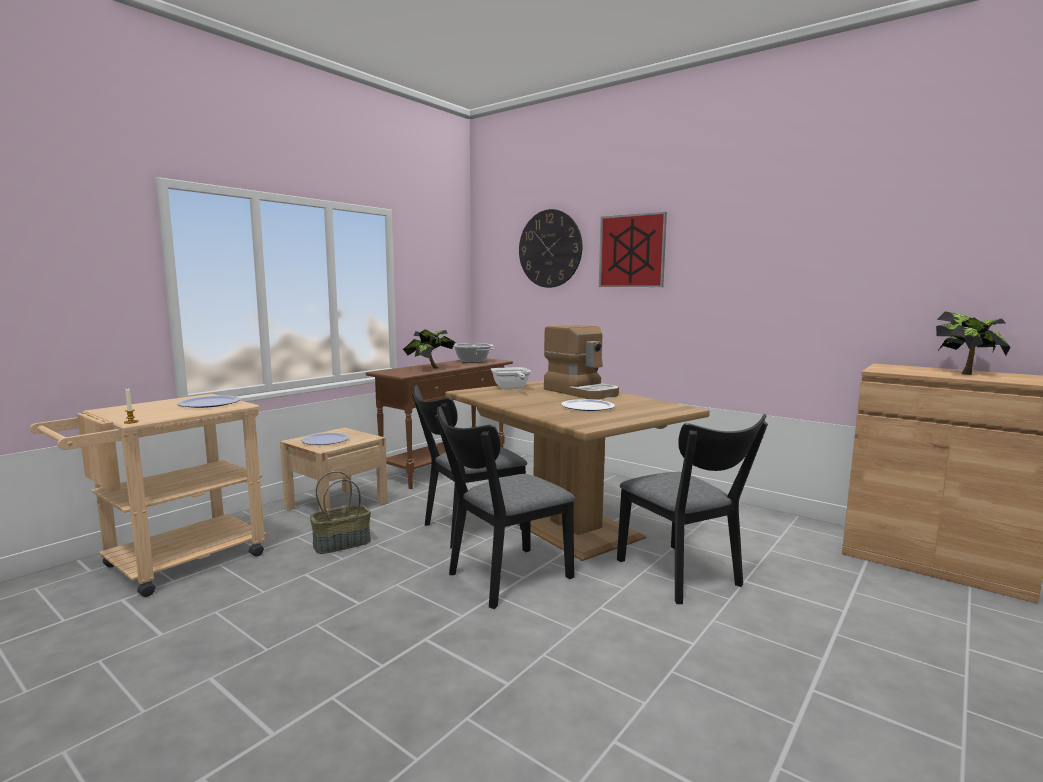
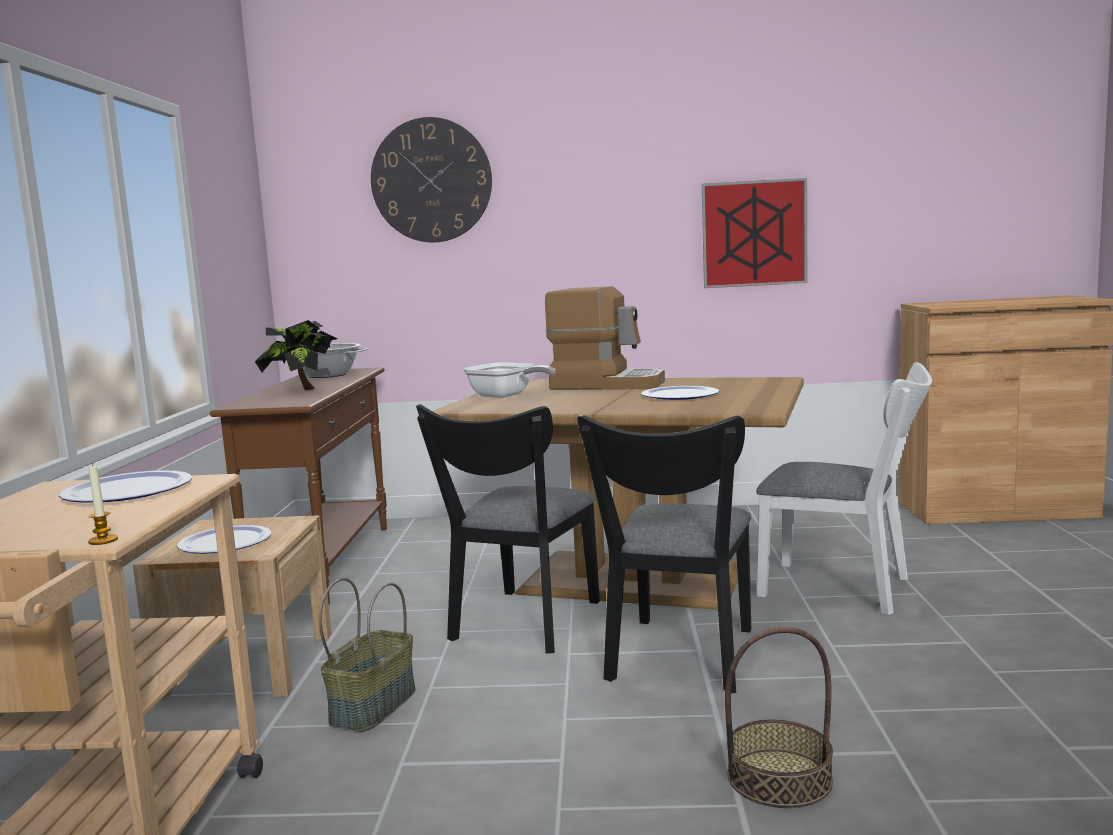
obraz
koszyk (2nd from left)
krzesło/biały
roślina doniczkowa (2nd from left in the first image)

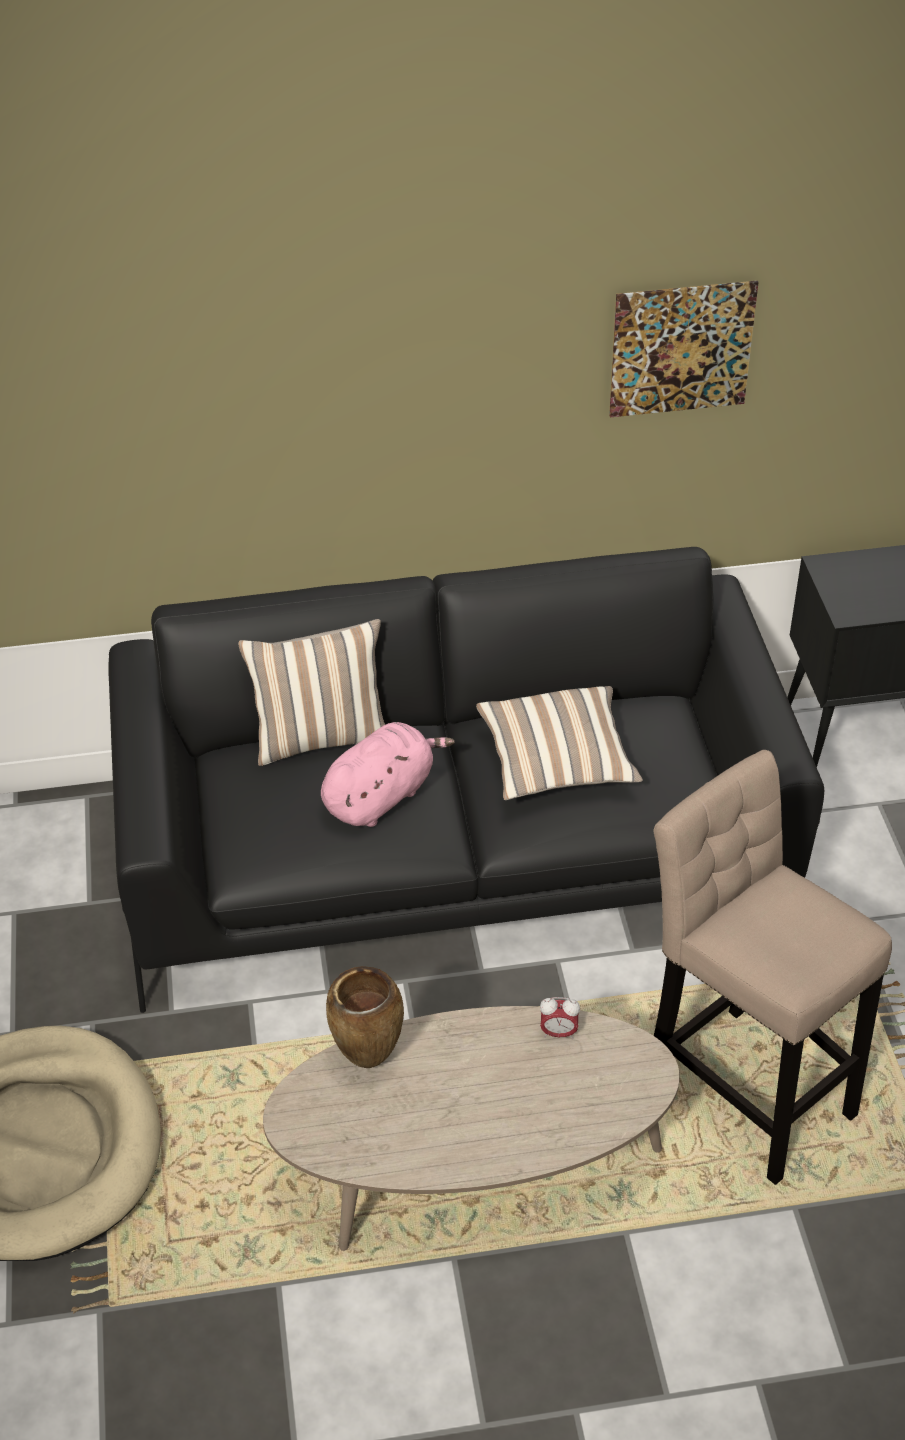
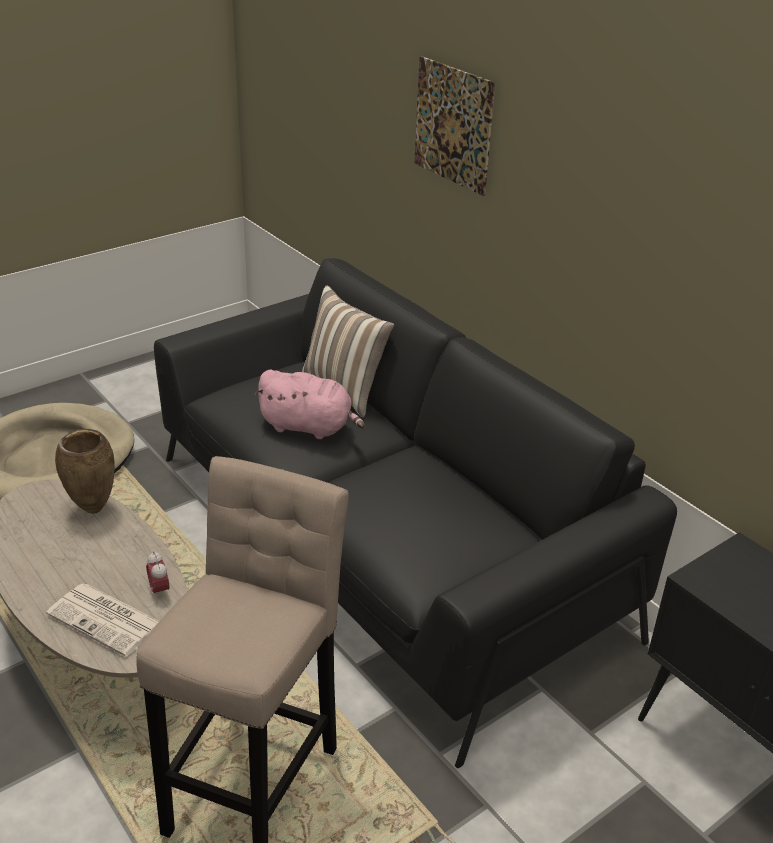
gazeta
obraz
poduszka (2nd from left in the first image)

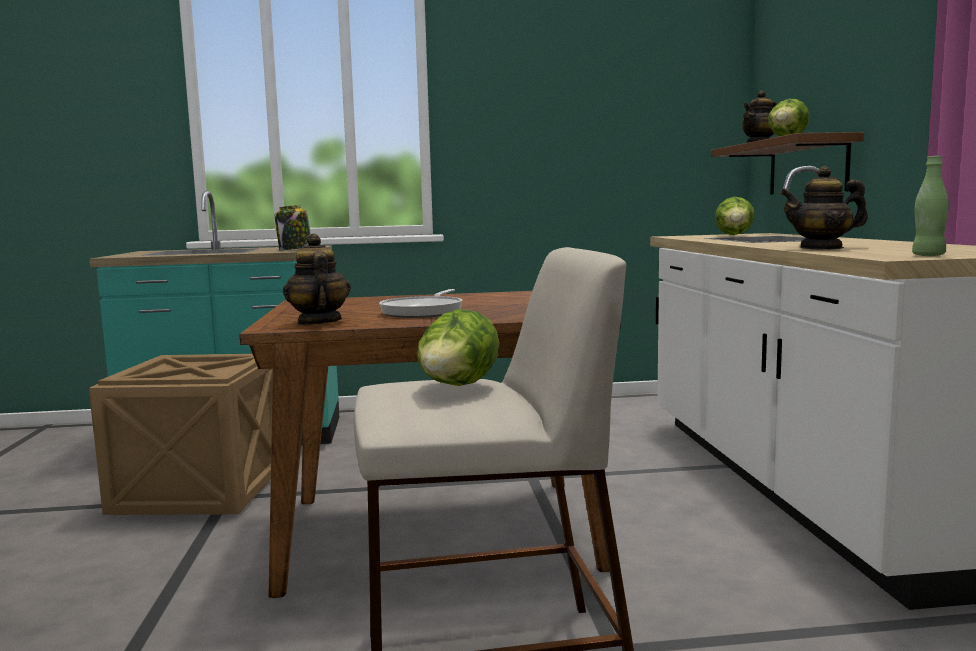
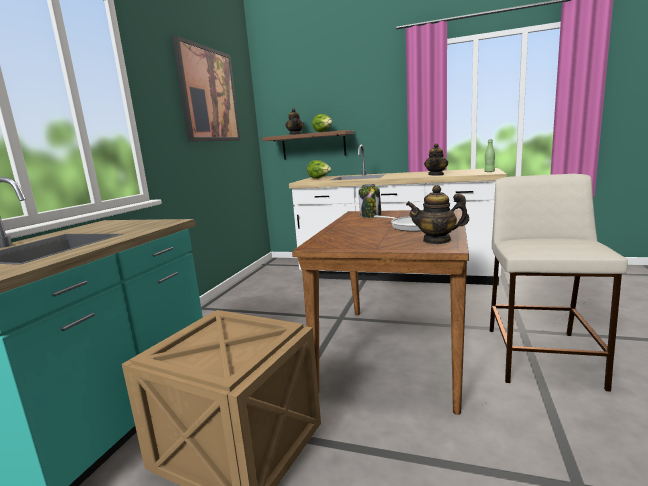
obraz
słoik
sałata (1st from left in the first image)

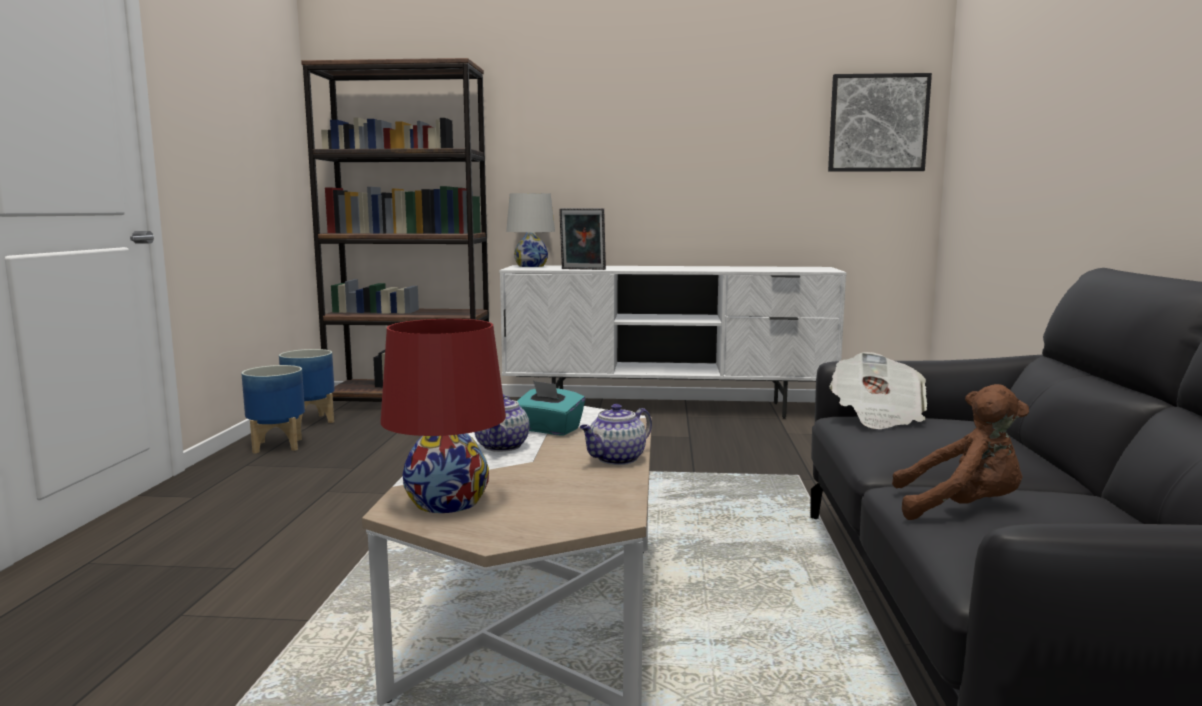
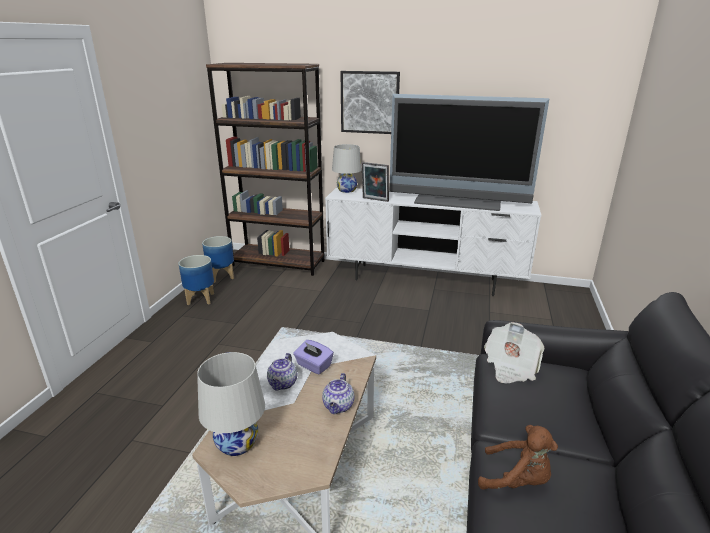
lampa stołowa/biały (1st from left)
pudełko chusteczek/fioletowy
imbryk (2nd from left)
obraz
telewizor

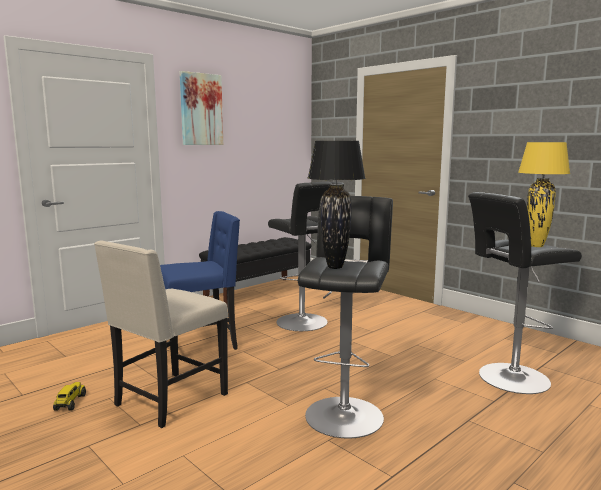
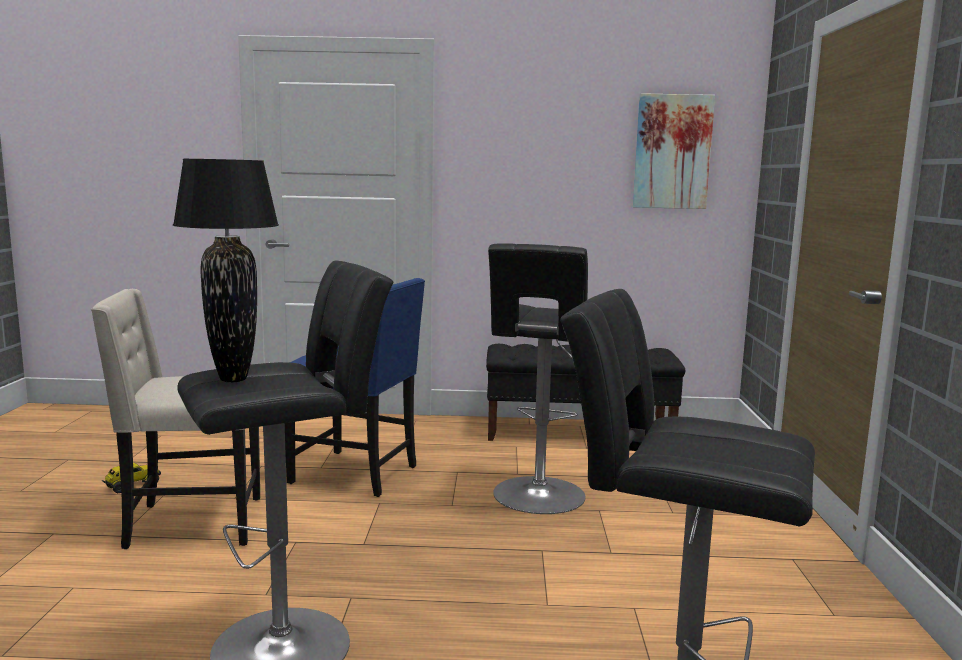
obraz
lampa stołowa/żółty

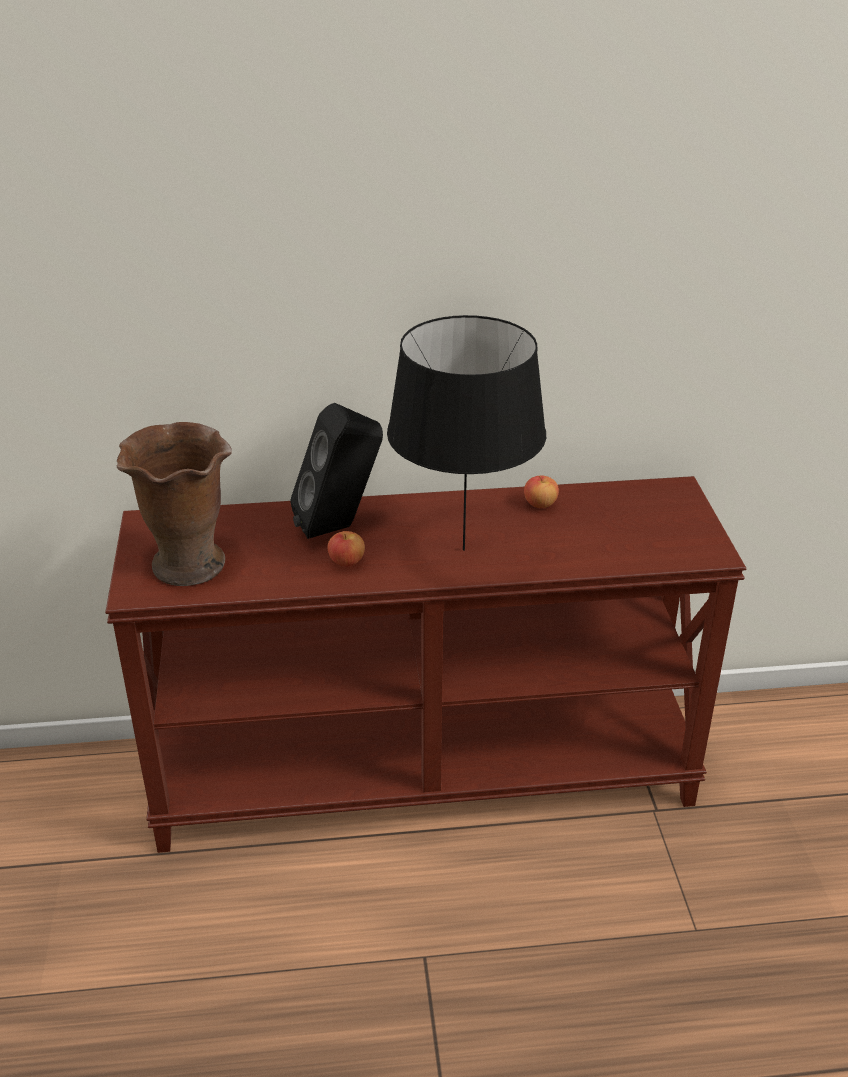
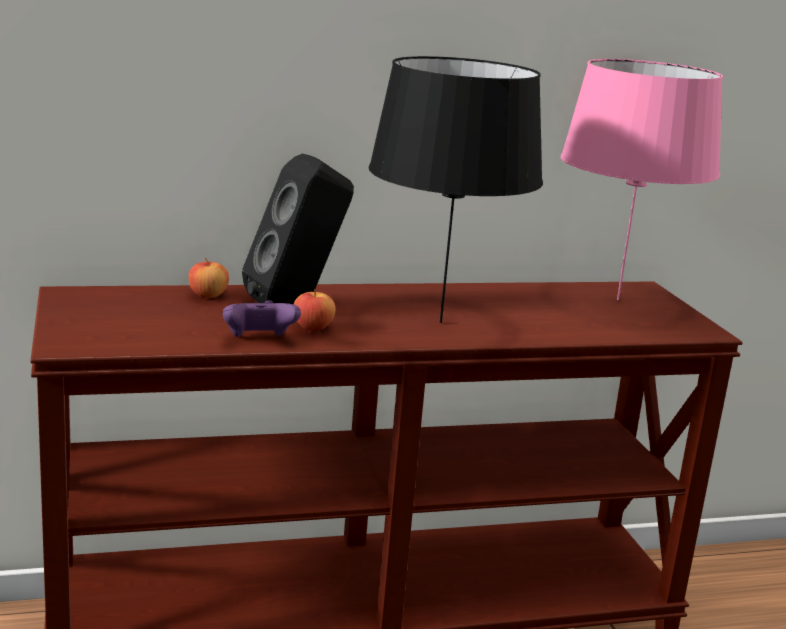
jabłko (1st from left)
pad do gier/fioletowy
lampa stołowa/różowy
wazon/brązowy

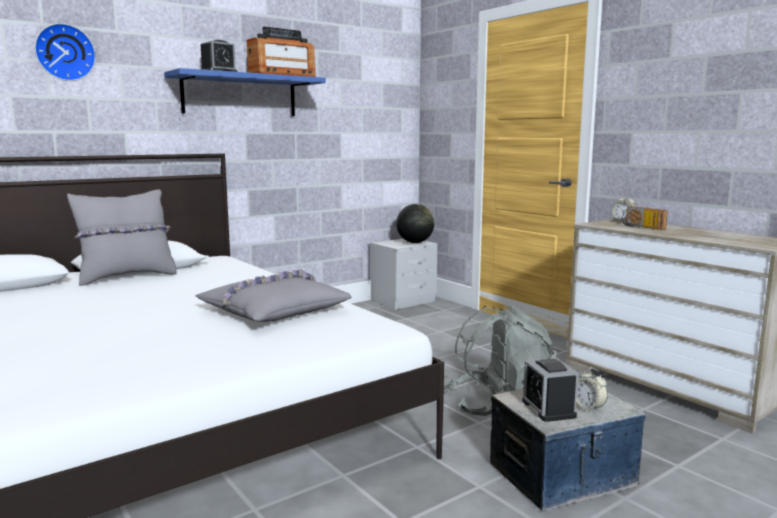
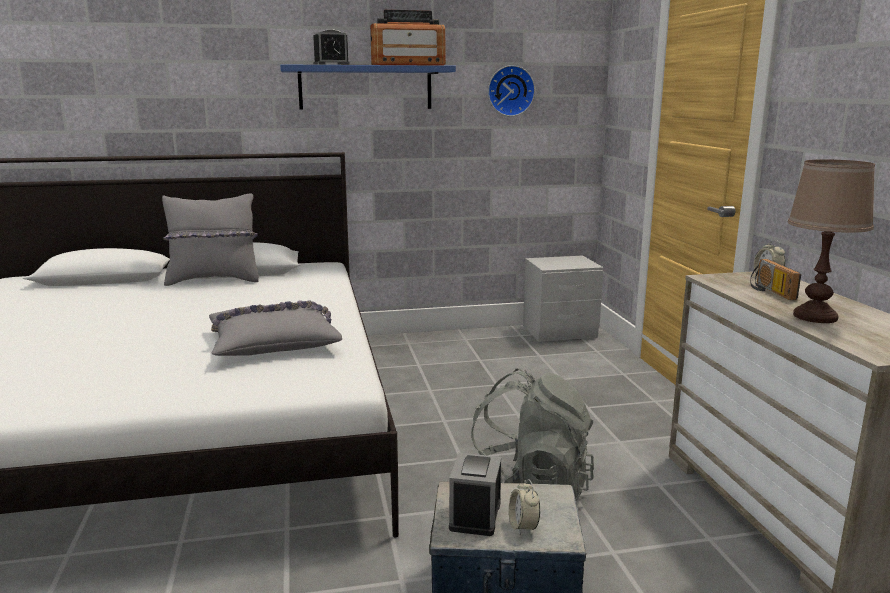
zegar ścienny
lampa stołowa/brązowy
globus

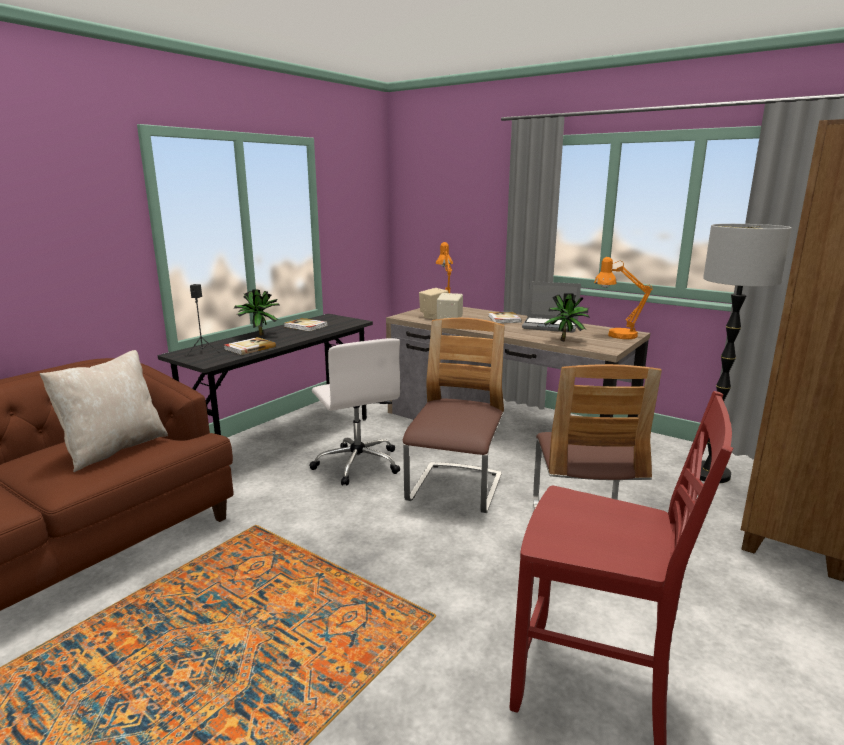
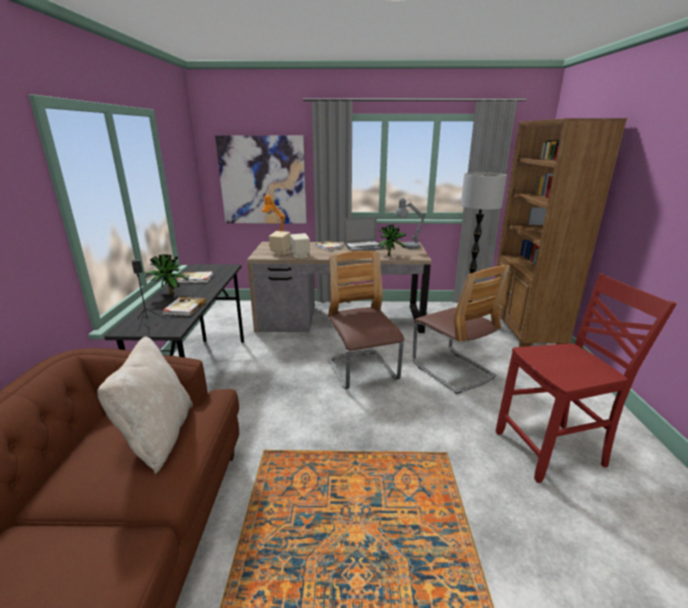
obraz
lampa stołowa/szary
krzesło biurowe/biały

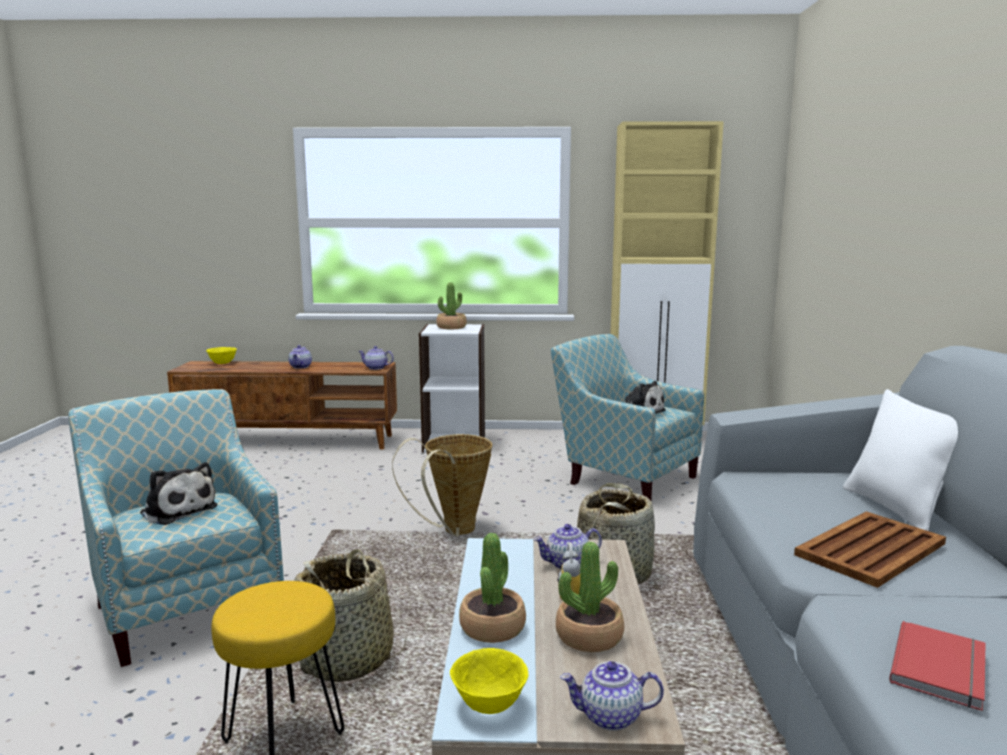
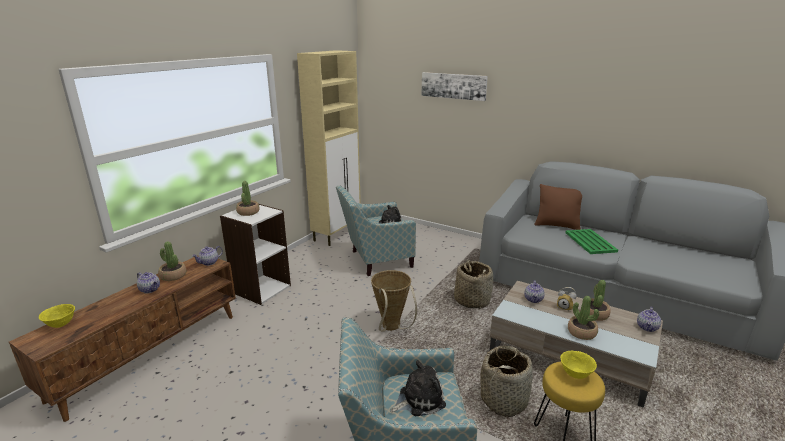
roślina doniczkowa (1st from left)
obraz
poduszka/brązowy
miska/żółty (2nd from left)
taca/zielony
książka/czerwony

